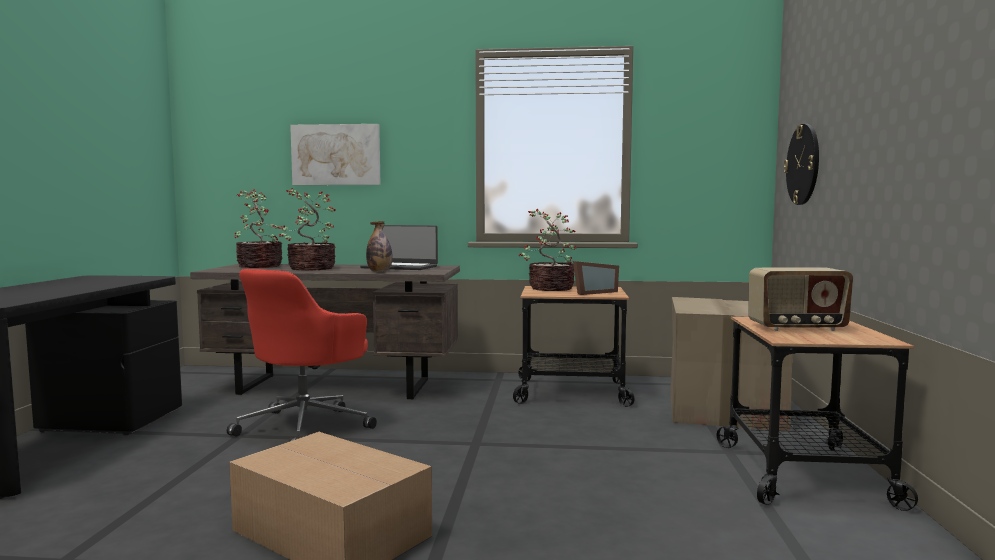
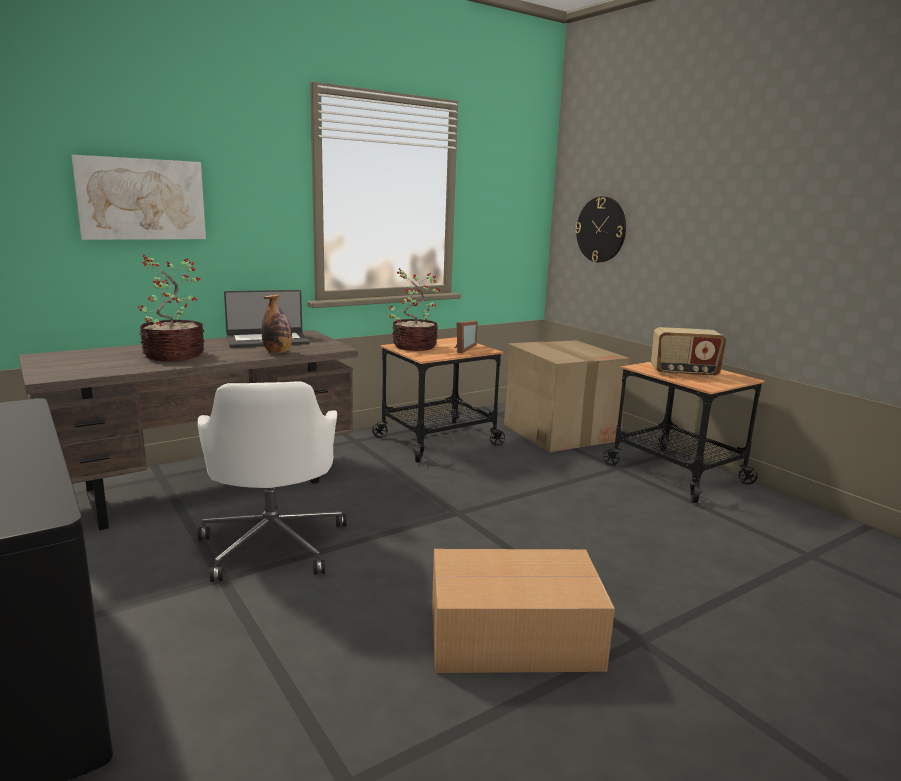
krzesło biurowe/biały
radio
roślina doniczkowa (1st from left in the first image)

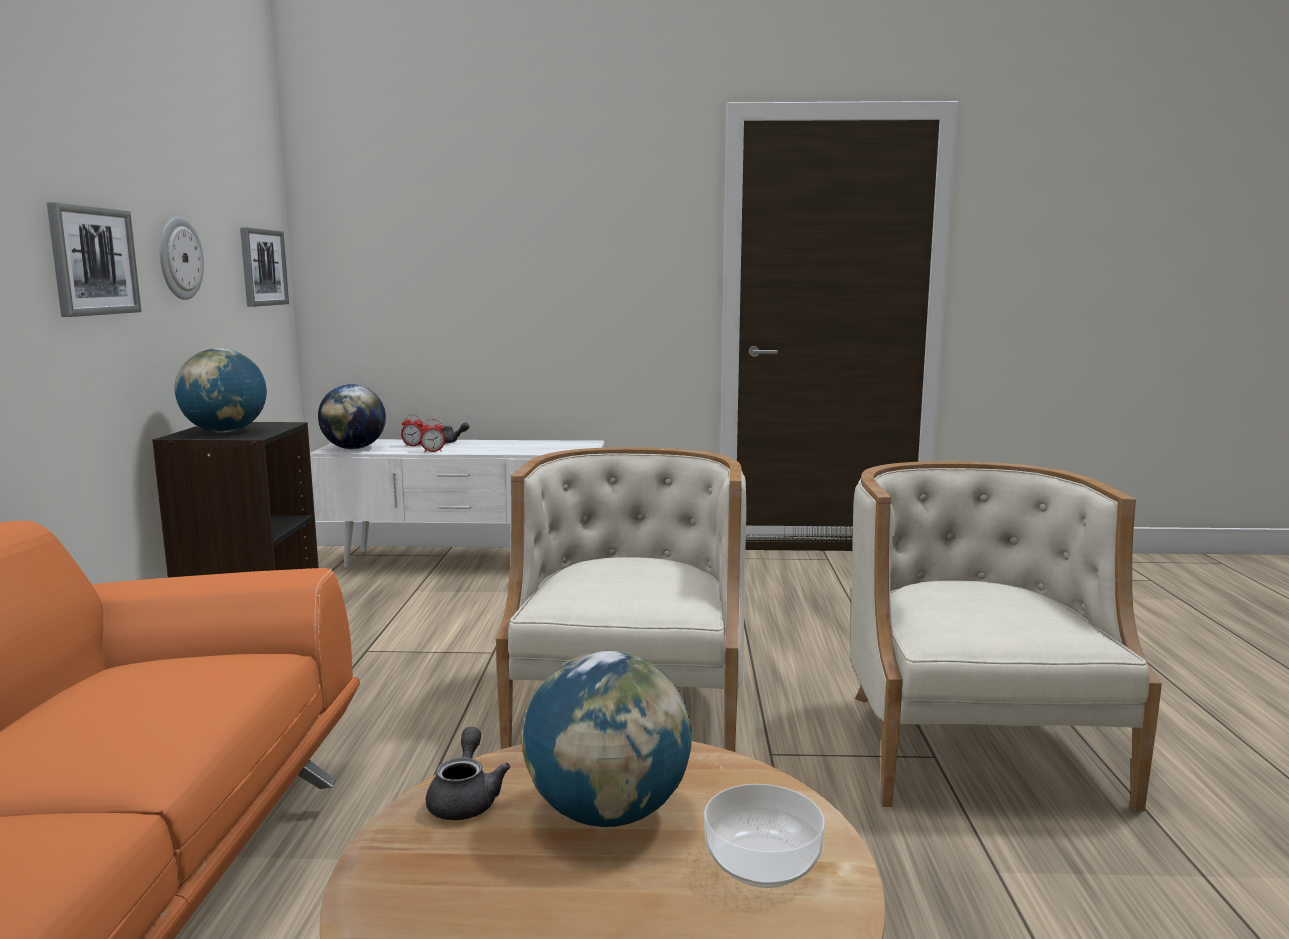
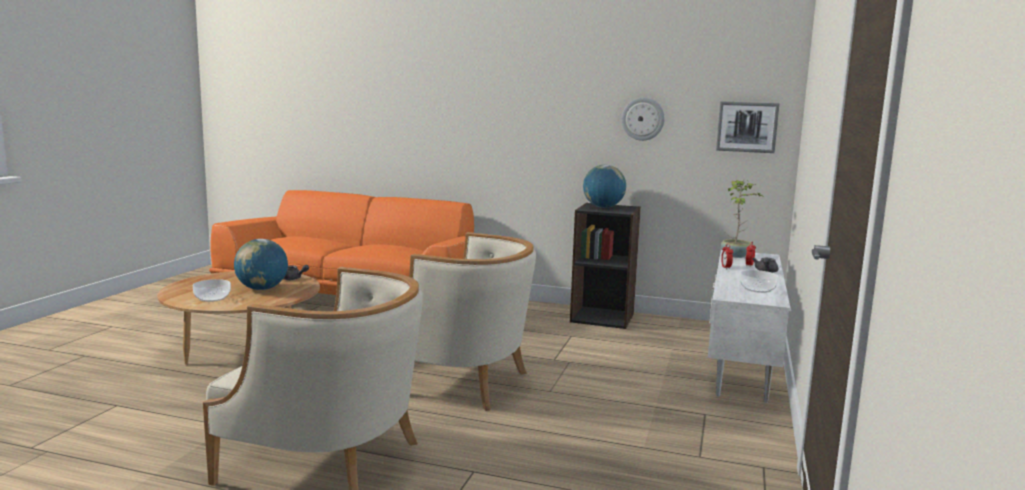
roślina doniczkowa
miska (2nd from left)
obraz (1st from left in the first image)

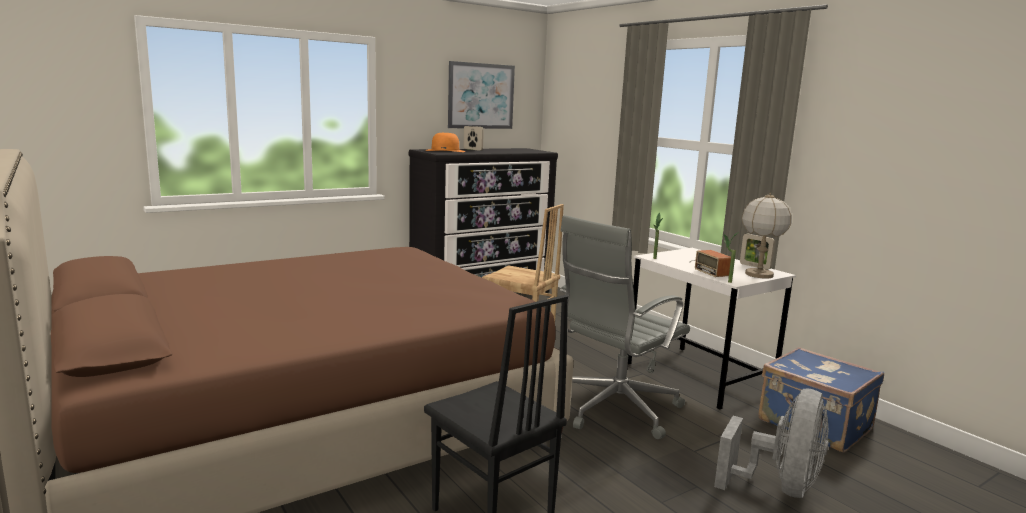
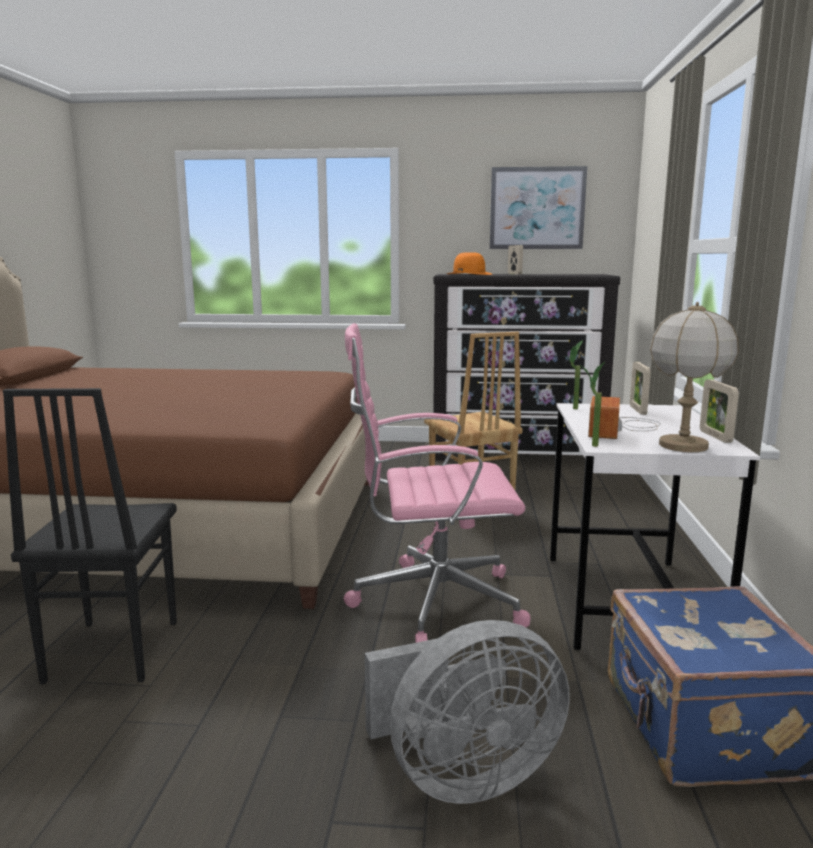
krzesło biurowe/różowy
ramka na zdjęcie (2nd from left)

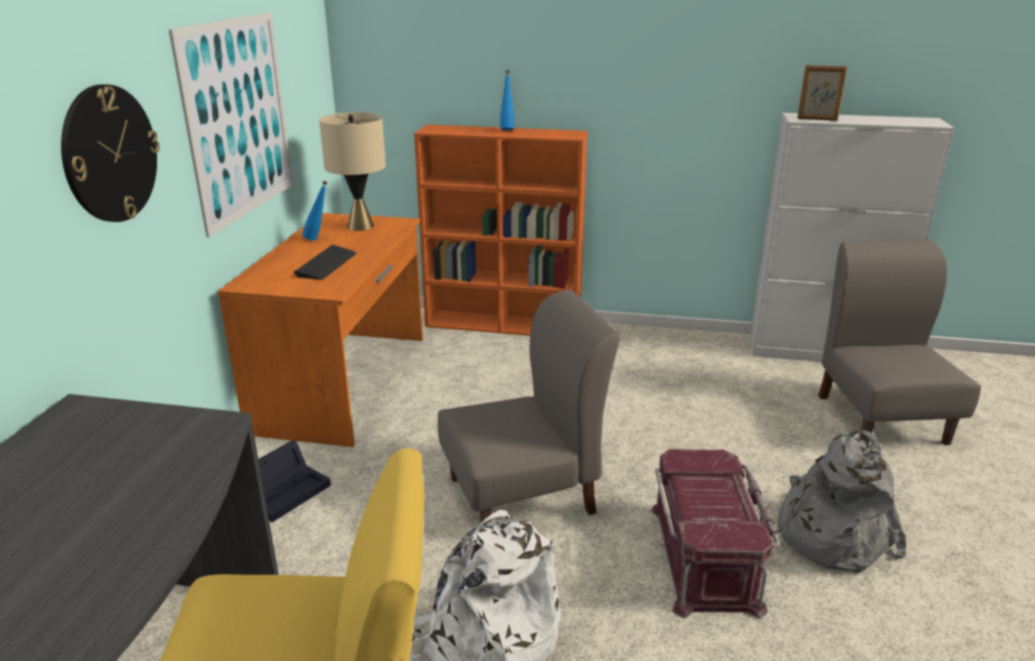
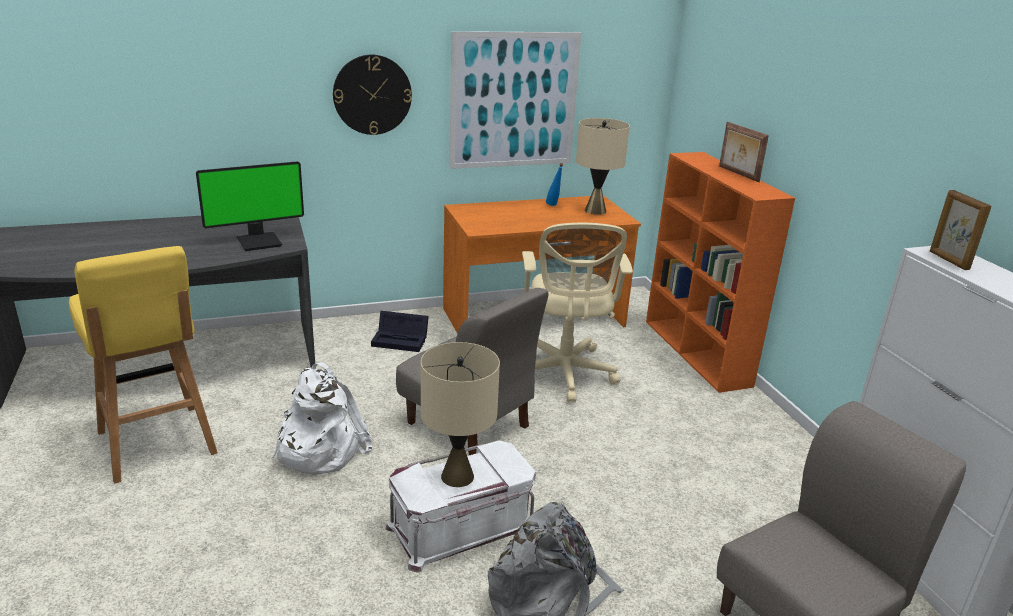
monitor
pojemnik do przechowywania/biały
lampa stołowa/beżowy (1st from left)
krzesło biurowe/beżowy
ramka na zdjęcie (1st from left)
klawiatura

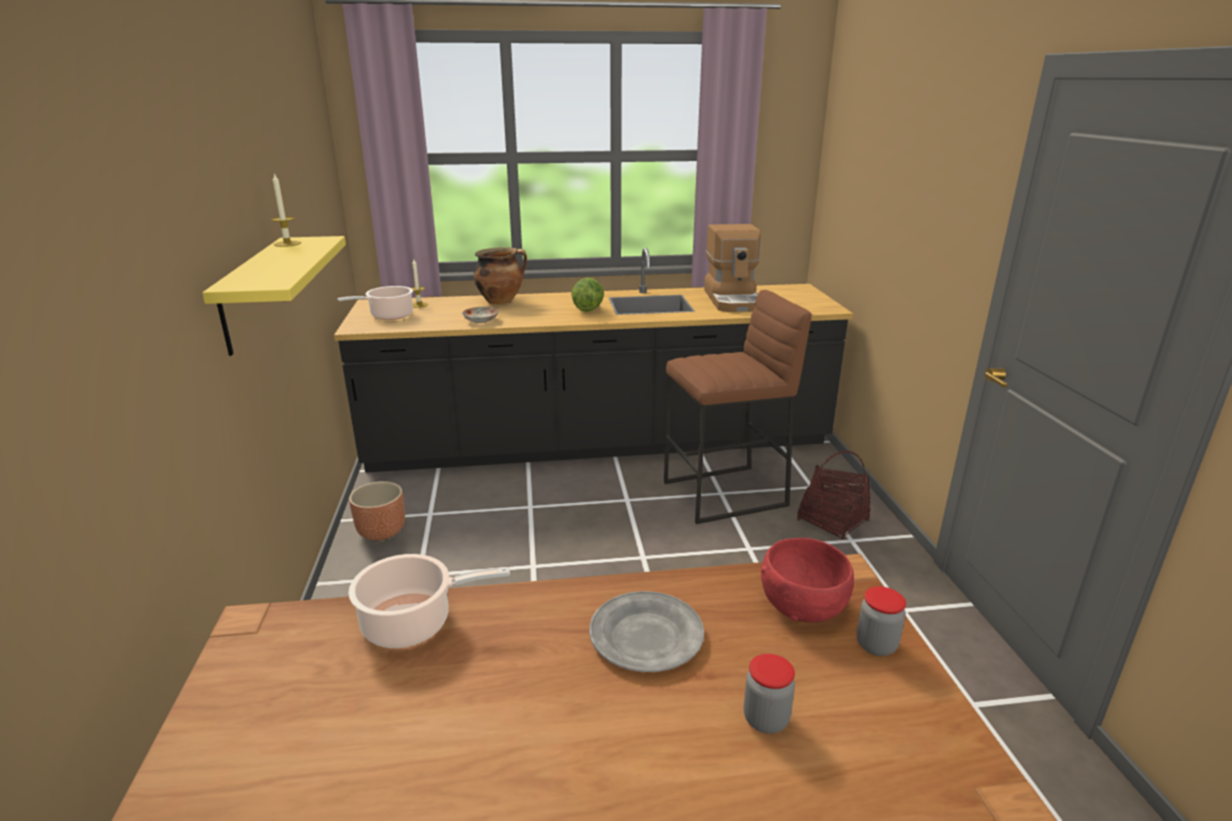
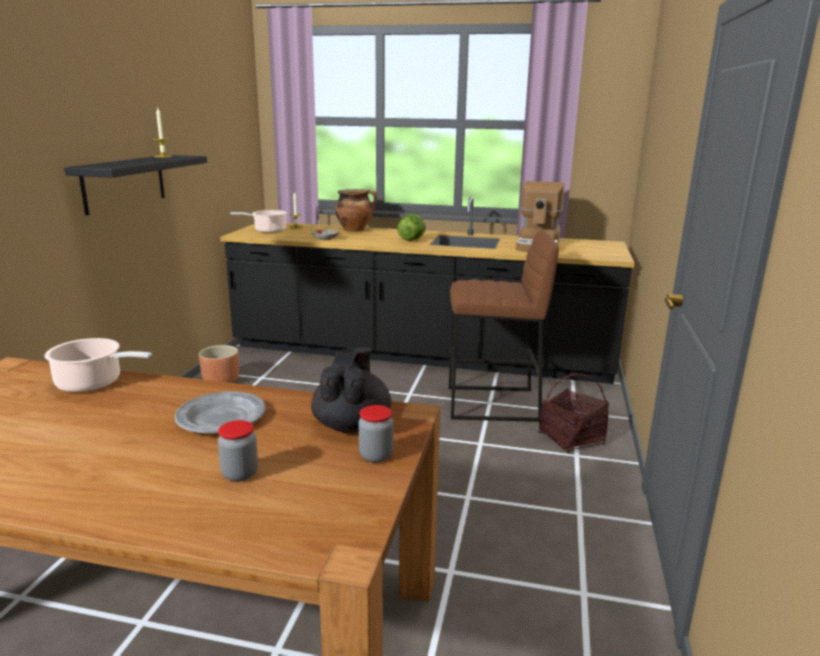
półka/czarny
imbryk/czarny

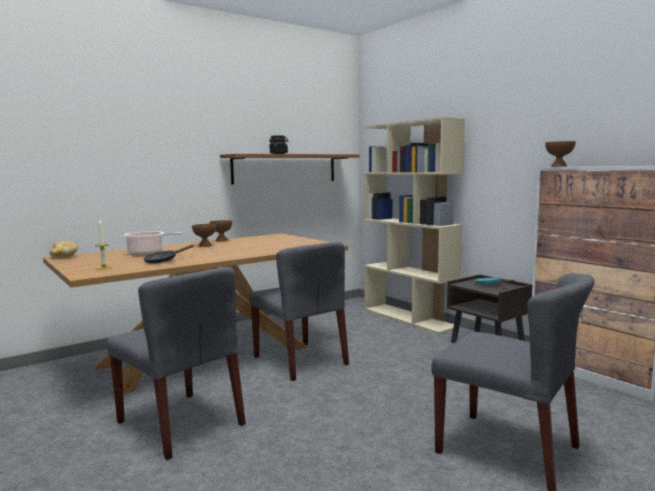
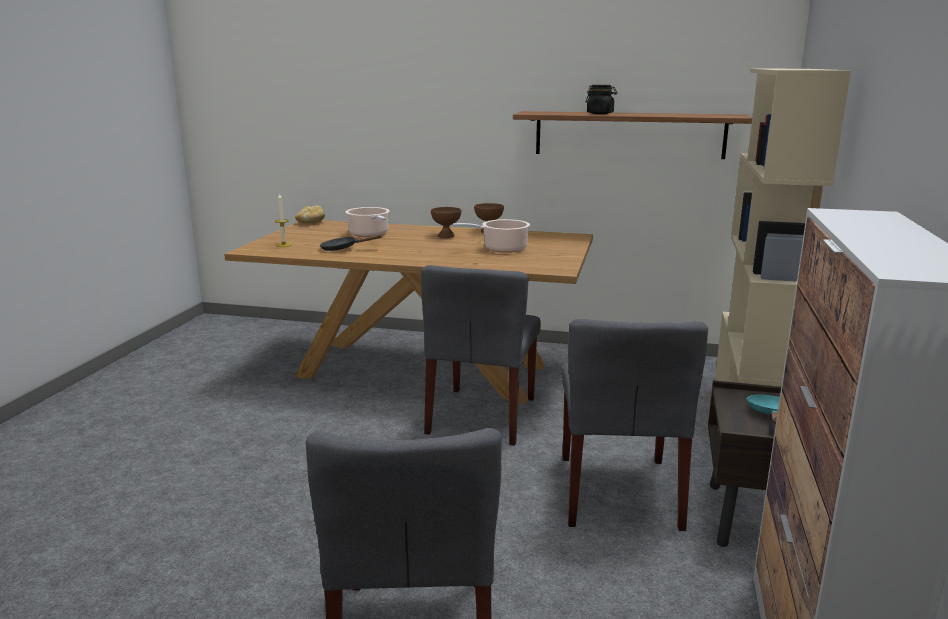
garnek (2nd from left)
krzesło/szary (3rd from left)
miska/brązowy (3rd from left in the first image)

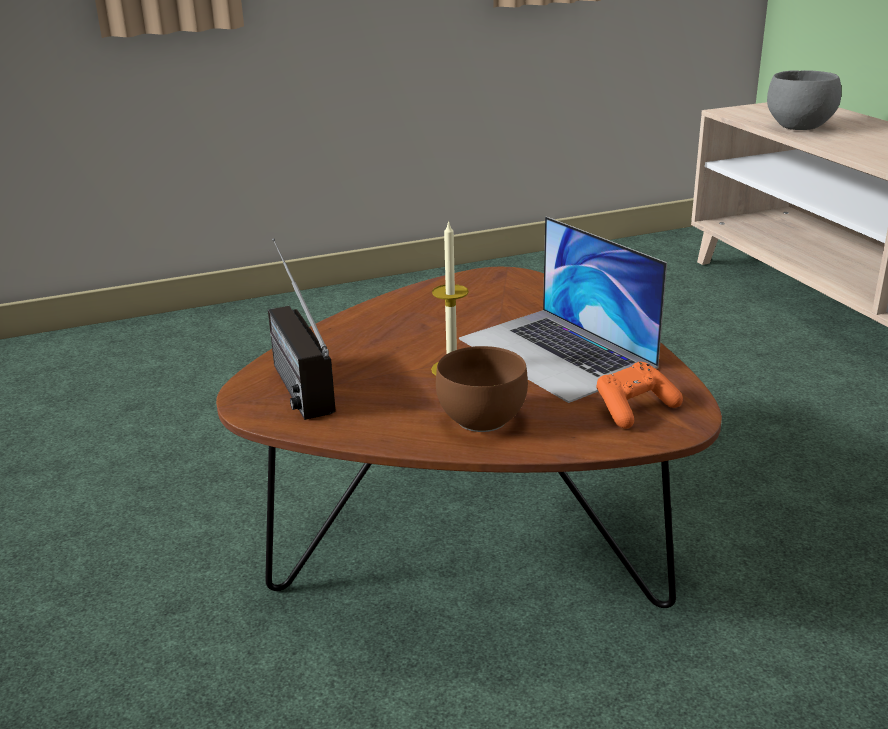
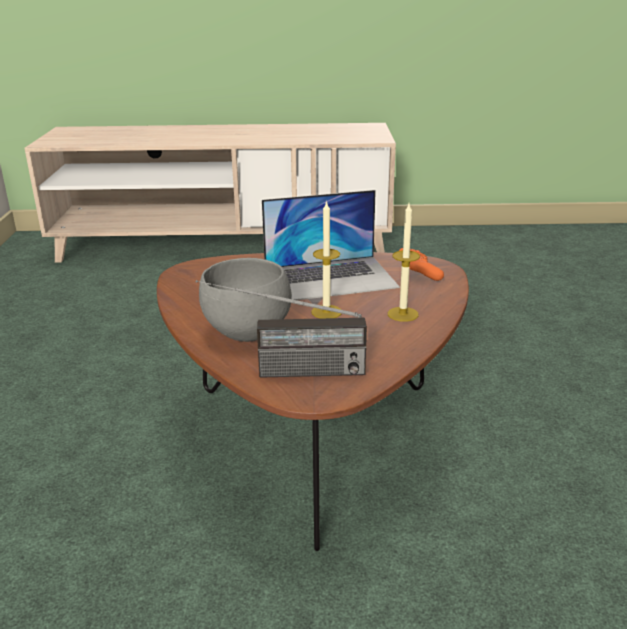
miska/szary
świeca (2nd from left)

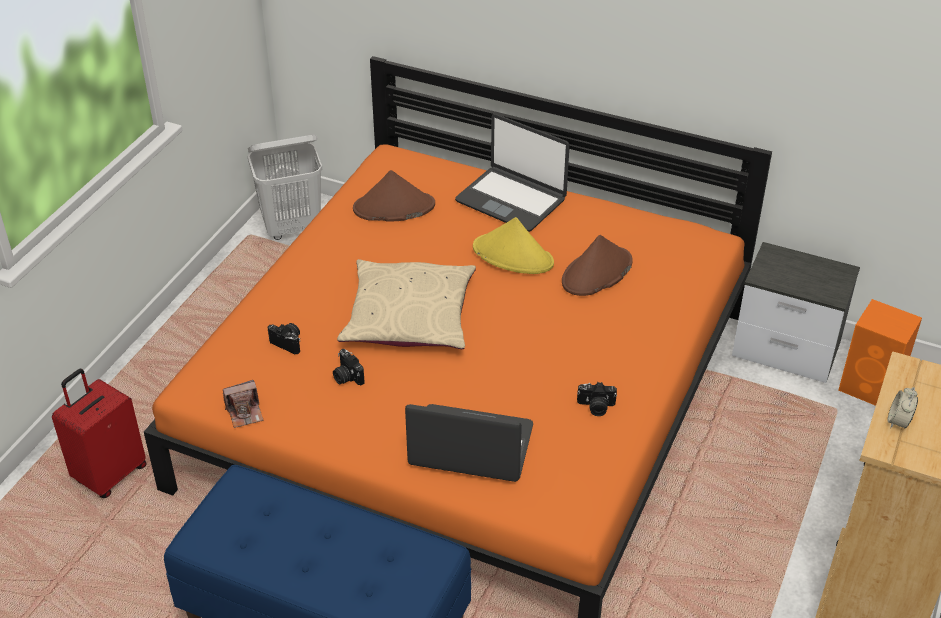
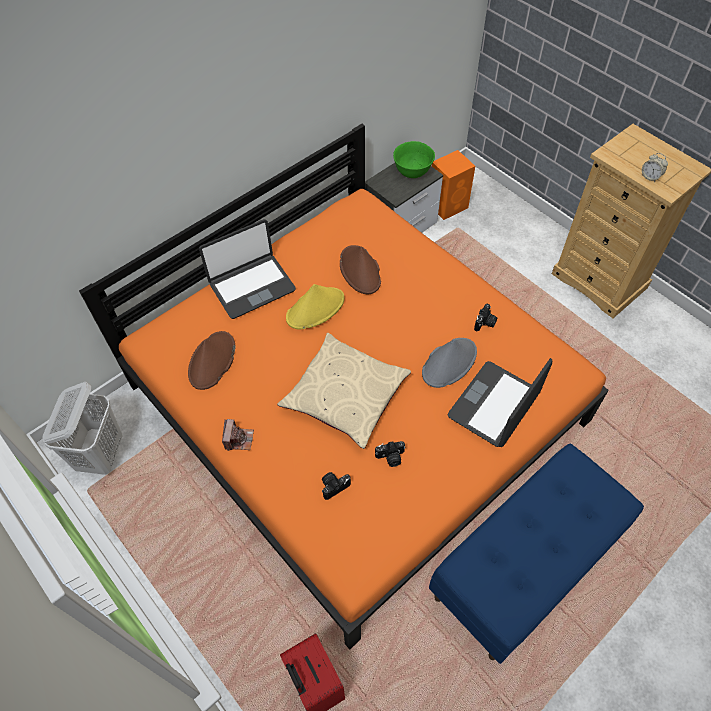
aparat fotograficzny (1st from left)
miska/zielony
kapelusz/szary

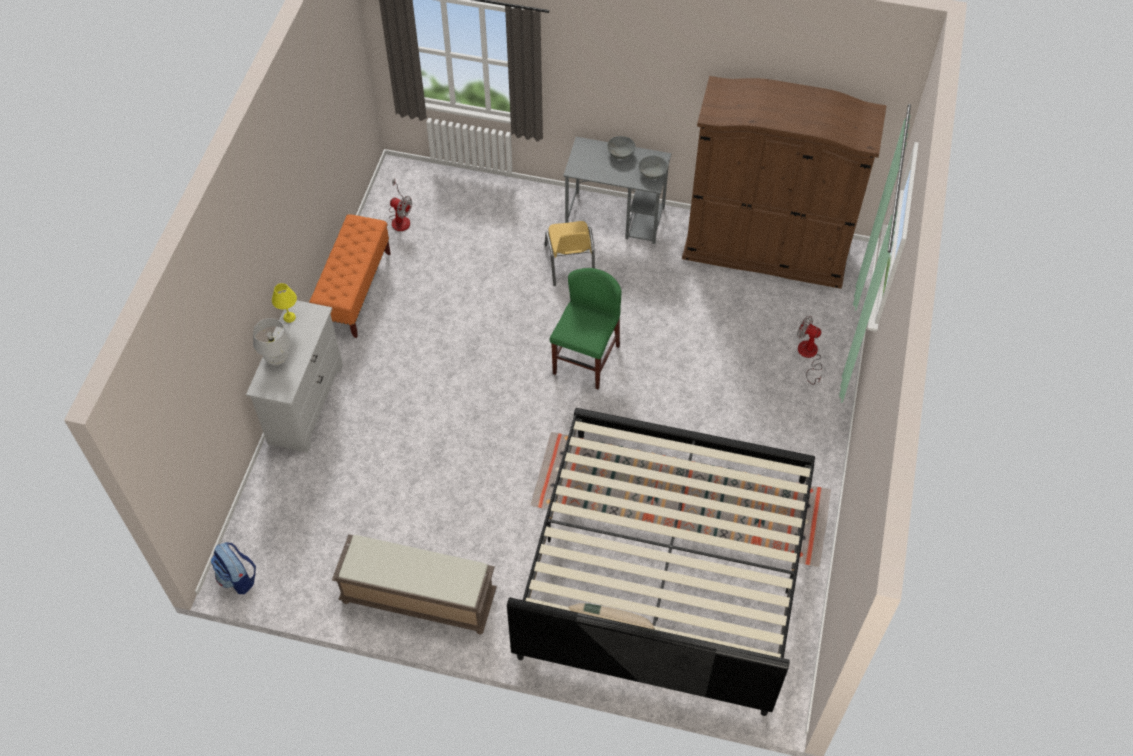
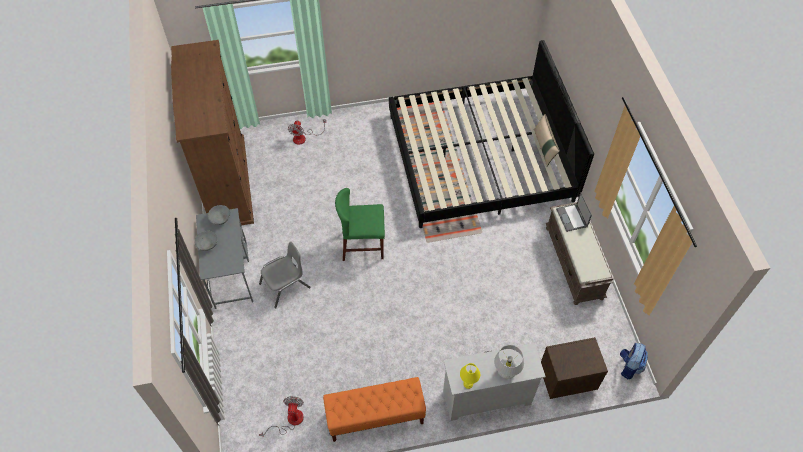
krzesło/szary
szafka nocna/brązowy
laptop

